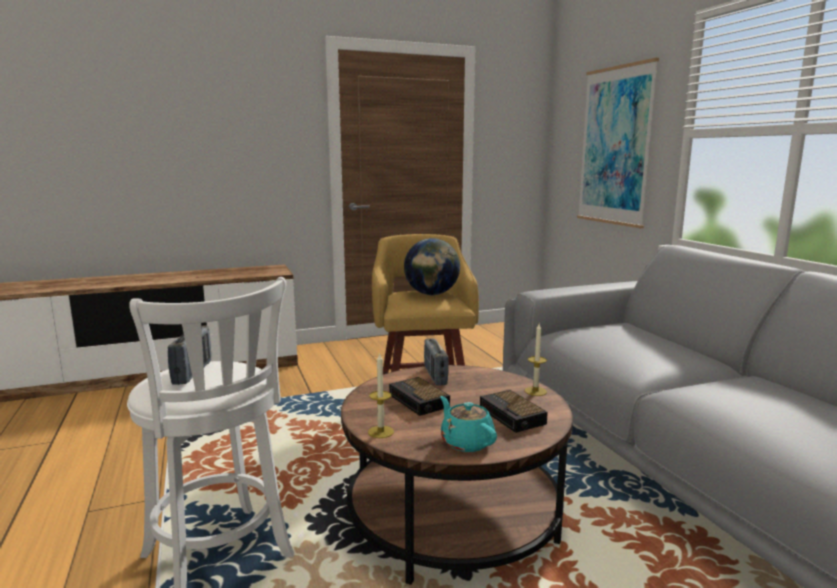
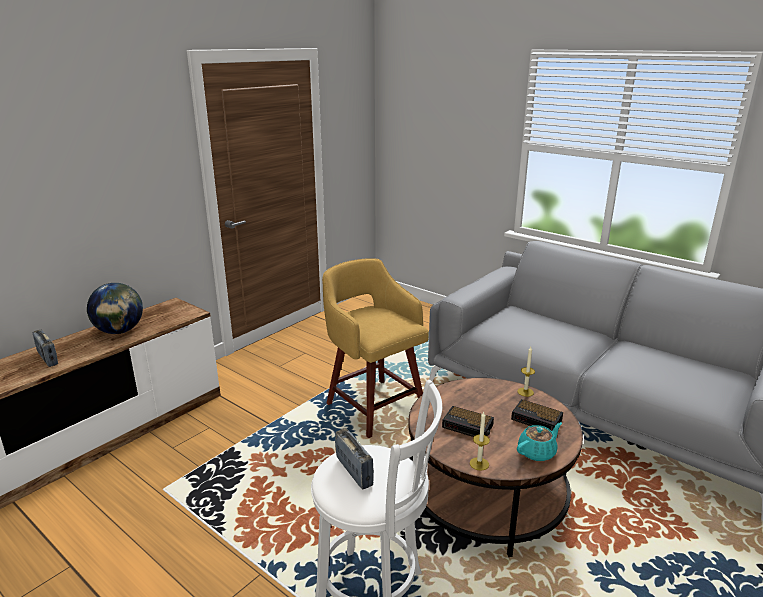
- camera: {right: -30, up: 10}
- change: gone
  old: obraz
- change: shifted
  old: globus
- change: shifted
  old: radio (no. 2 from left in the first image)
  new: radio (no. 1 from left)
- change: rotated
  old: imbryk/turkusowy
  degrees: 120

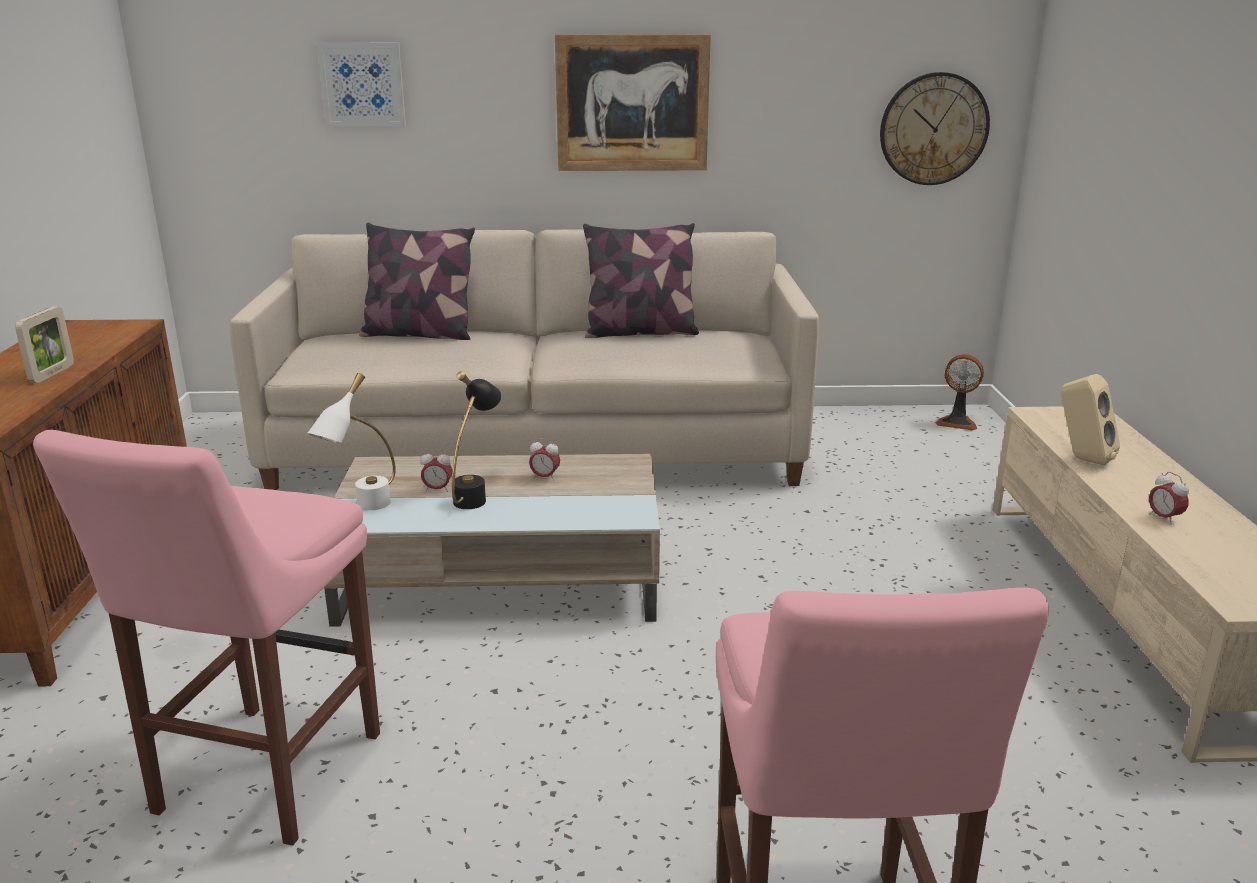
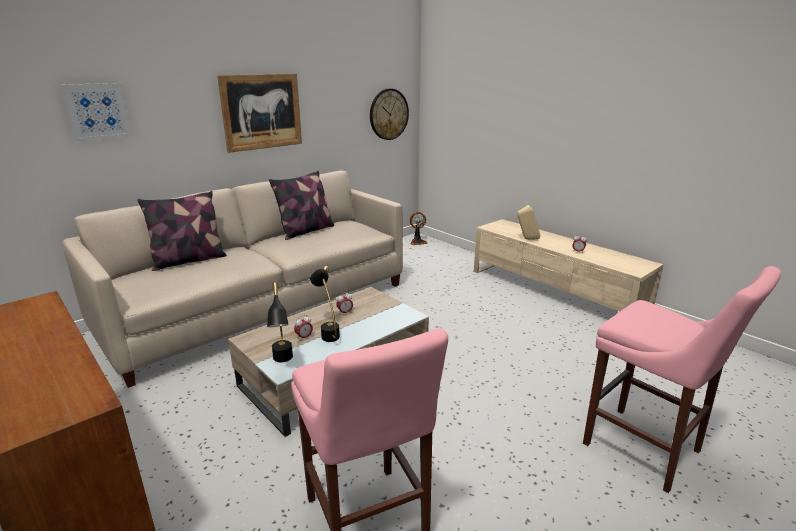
- camera: {right: -40, up: 0}
- change: gone
  old: ramka na zdjęcie
- change: repainted
  old: lampa stołowa/biały
  new: lampa stołowa/czarny (no. 1 from left)

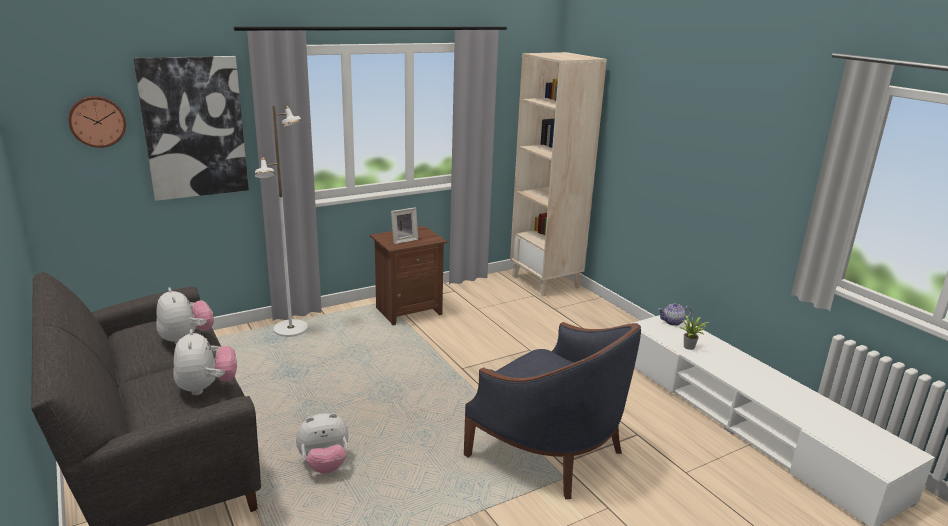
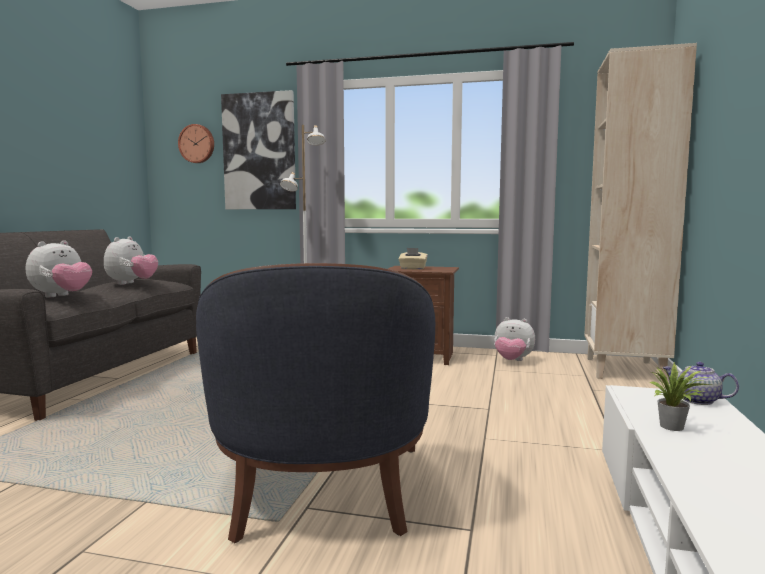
- camera: {right: 45, up: -15}
- change: swapped
  old: ramka na zdjęcie
  new: pudełko chusteczek/beżowy
- change: shifted
  old: pluszak (no. 3 from left)

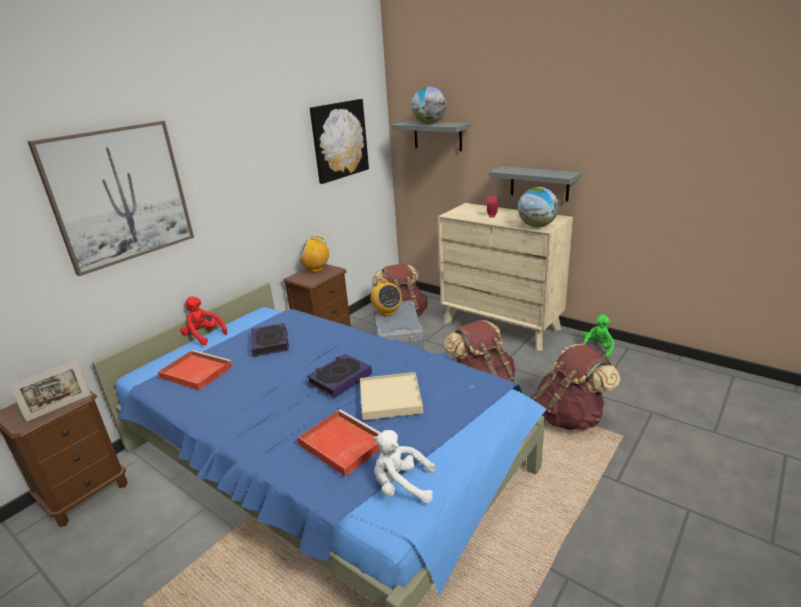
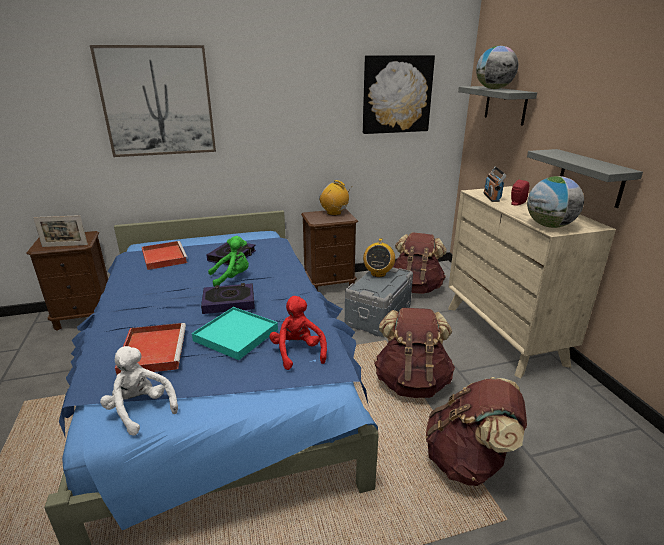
- camera: {right: 35, up: 0}
- change: shifted
  old: pluszak/czerwony
- change: shifted
  old: pluszak/zielony
- change: repainted
  old: taca/beżowy
  new: taca/turkusowy
- change: new
  new: radio (no. 3 from left)

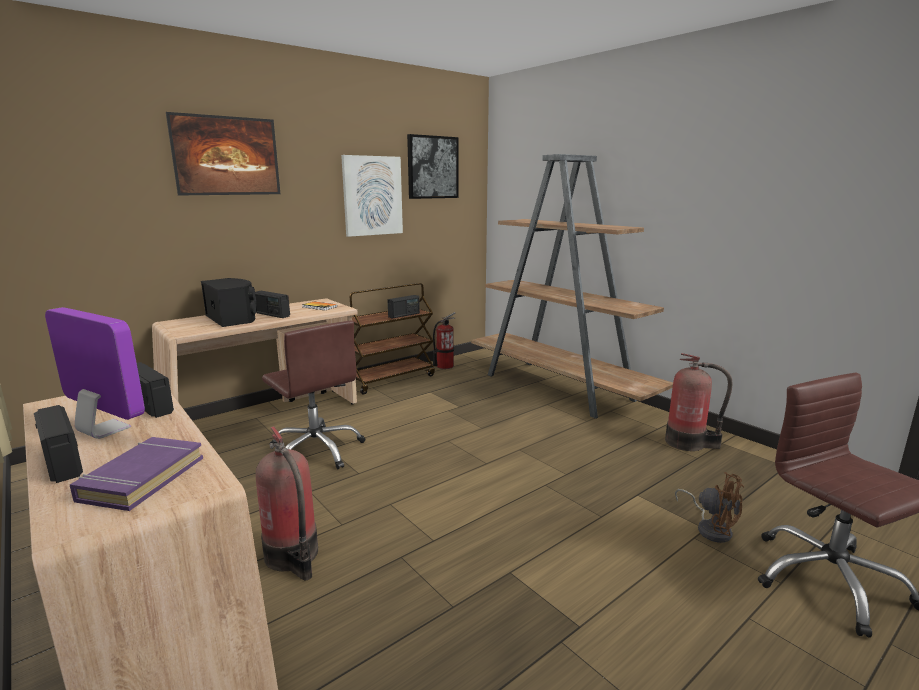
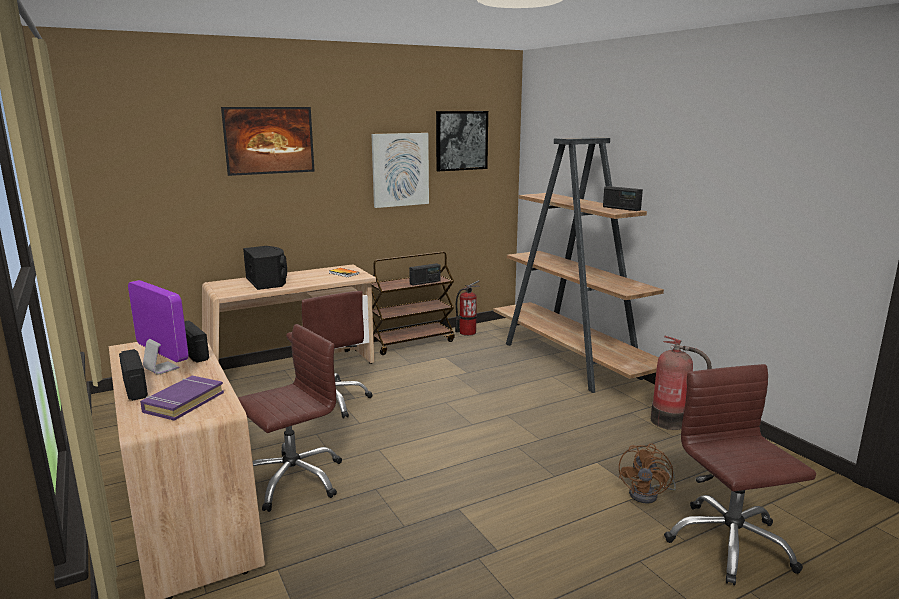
- camera: {right: 10, up: 0}
- change: shifted
  old: radio (no. 3 from left in the first image)
  new: radio (no. 4 from left)
- change: swapped
  old: gaśnica (no. 1 from left)
  new: krzesło biurowe/brązowy (no. 1 from left)
- change: rotated
  old: wentylator/brązowy
  degrees: 60

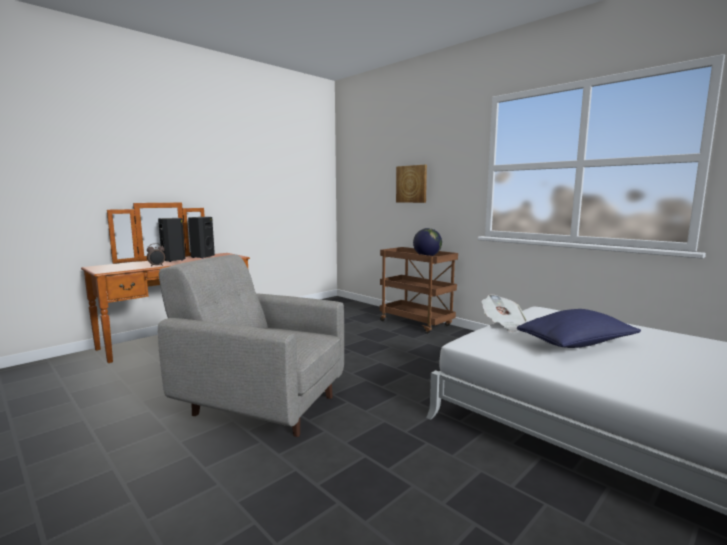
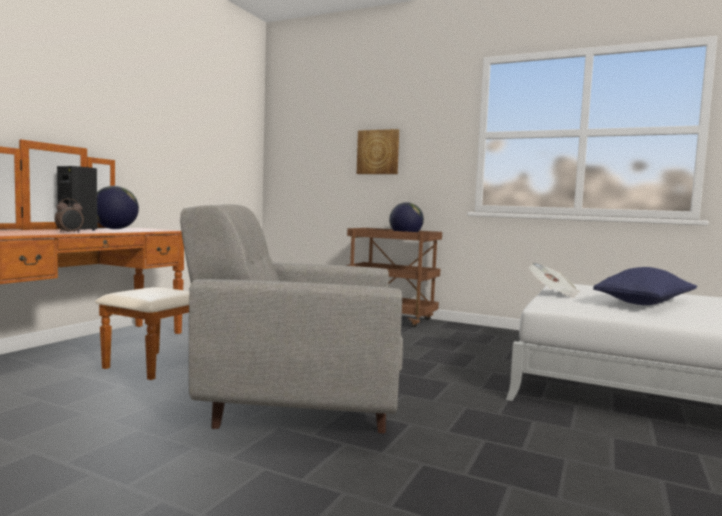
- camera: {right: -20, up: -5}
- change: swapped
  old: głośnik/czarny (no. 2 from left)
  new: globus (no. 1 from left)

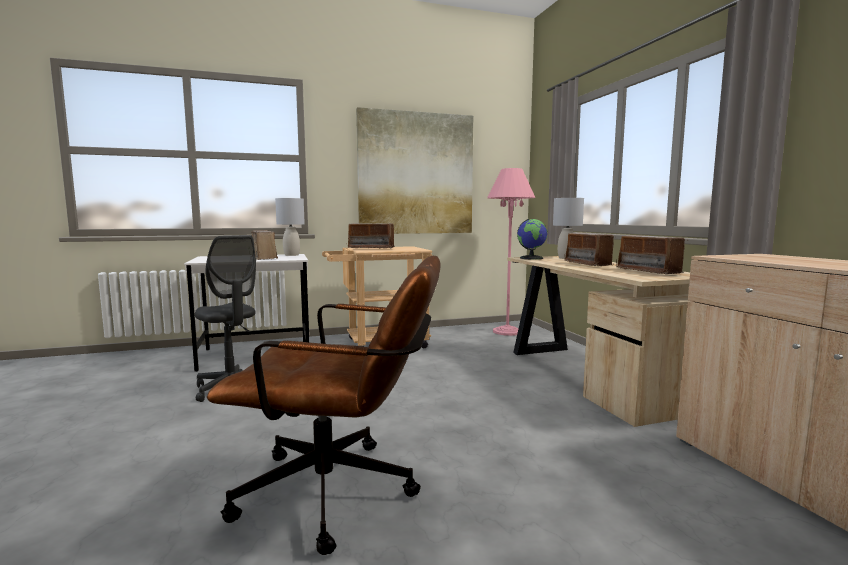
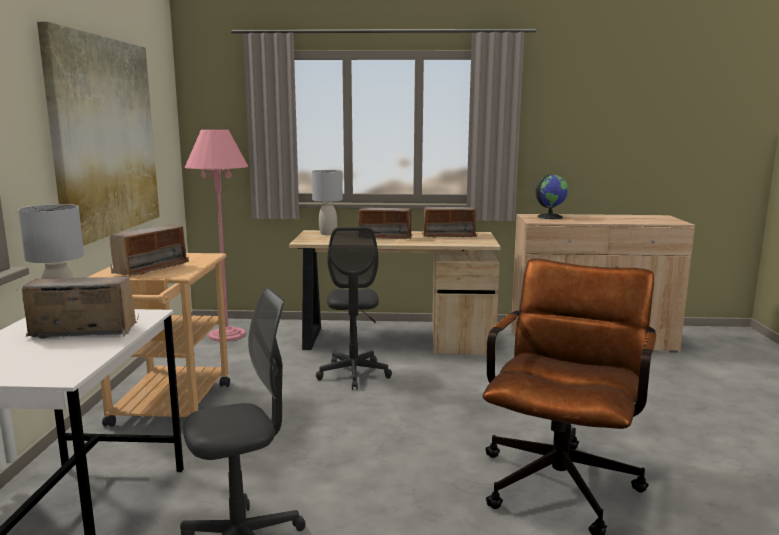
- camera: {right: -70, up: 5}
- change: shifted
  old: globus
- change: new
  new: krzesło biurowe/szary (no. 2 from left)

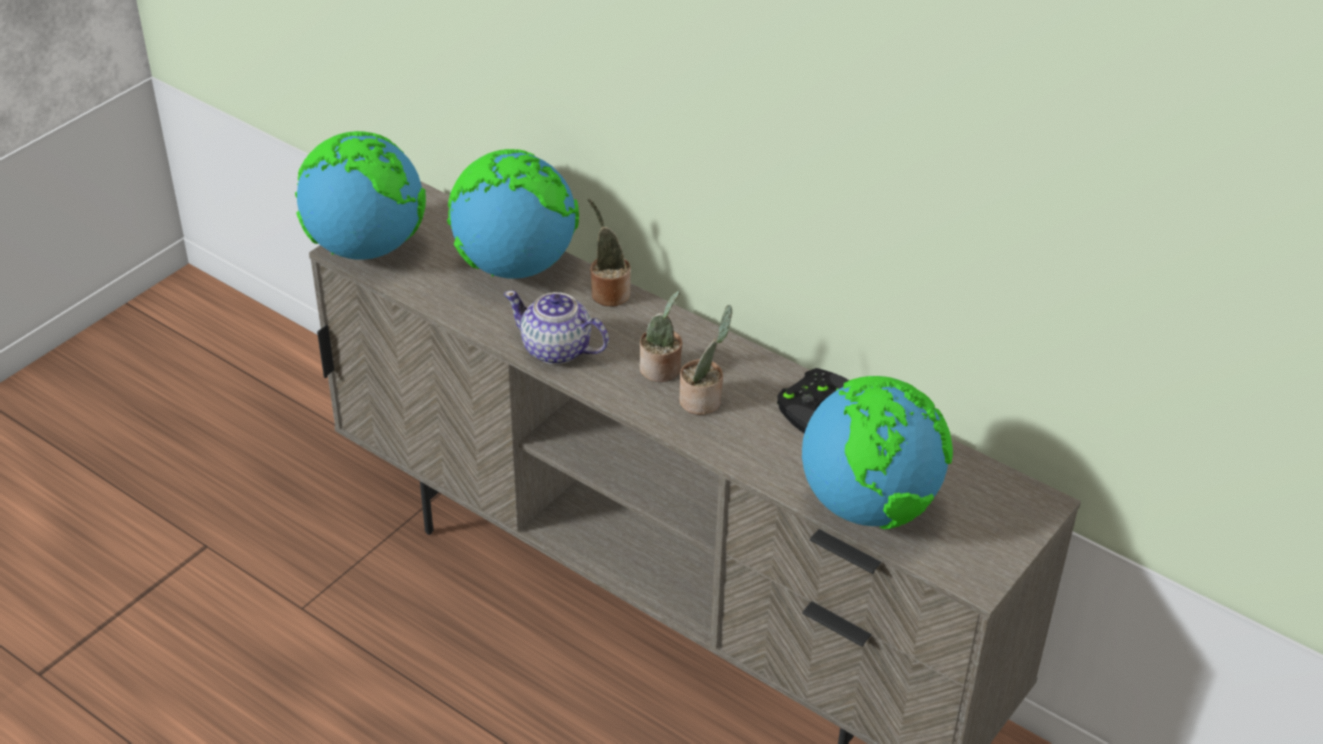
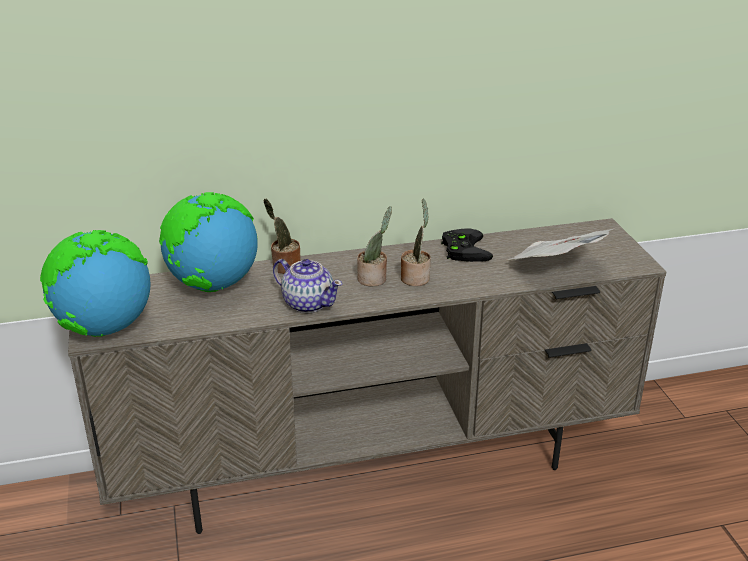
- camera: {right: -50, up: -10}
- change: rotated
  old: imbryk
  degrees: -120
- change: swapped
  old: globus (no. 3 from left)
  new: gazeta

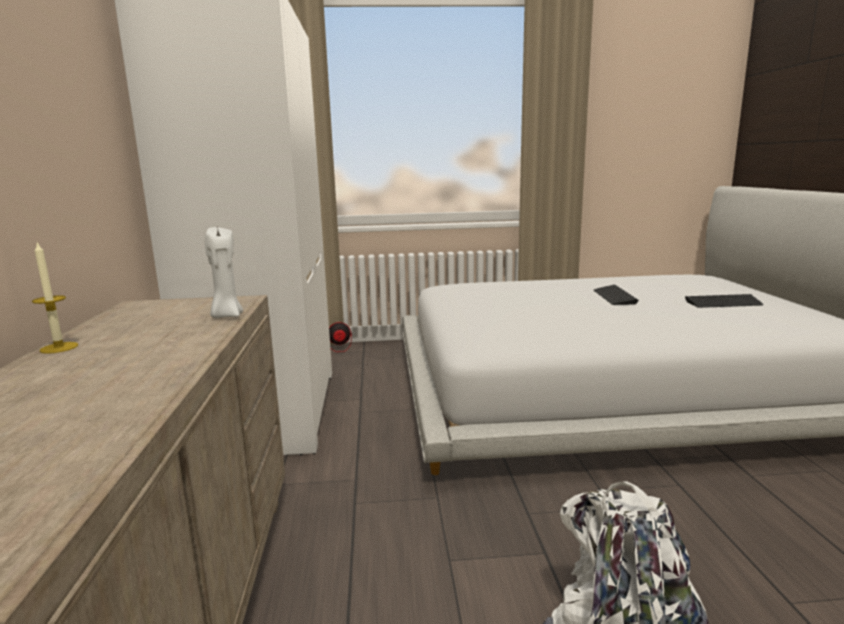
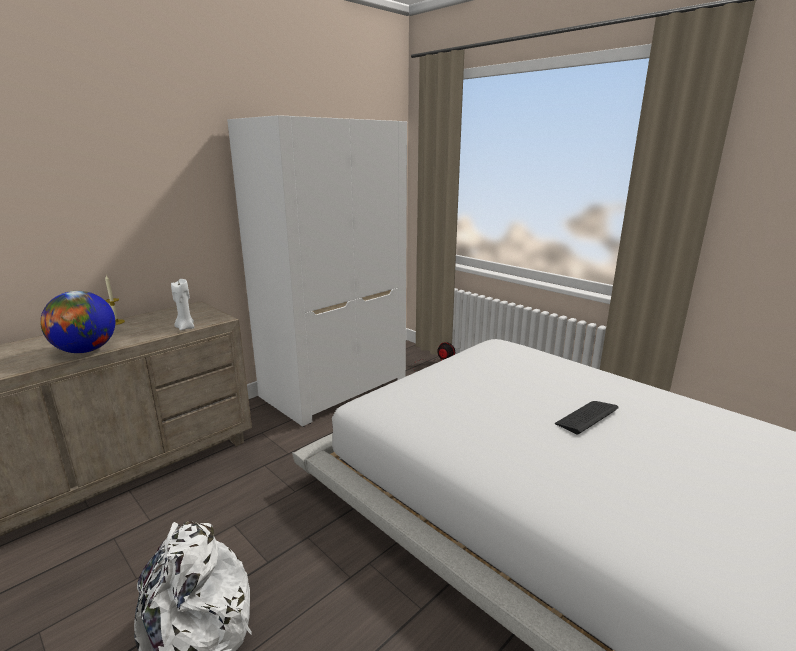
- camera: {right: 50, up: 5}
- change: gone
  old: klawiatura (no. 2 from left)
- change: new
  new: globus

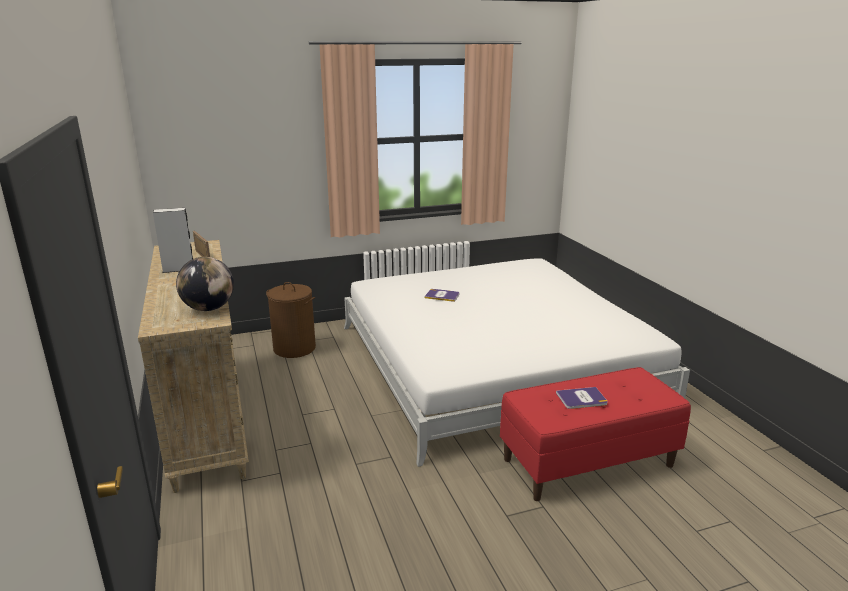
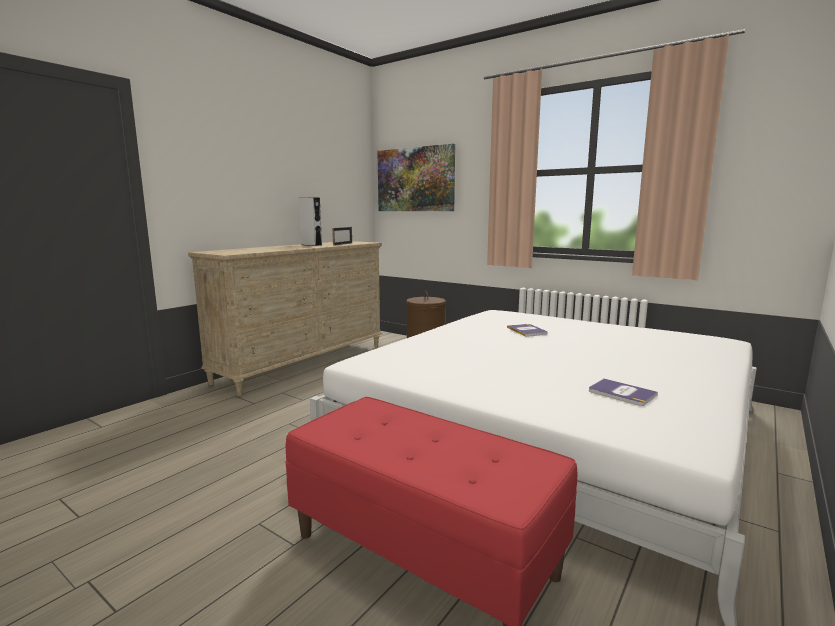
- camera: {right: 55, up: -10}
- change: gone
  old: globus
- change: shifted
  old: książka (no. 2 from left)
- change: new
  new: obraz

